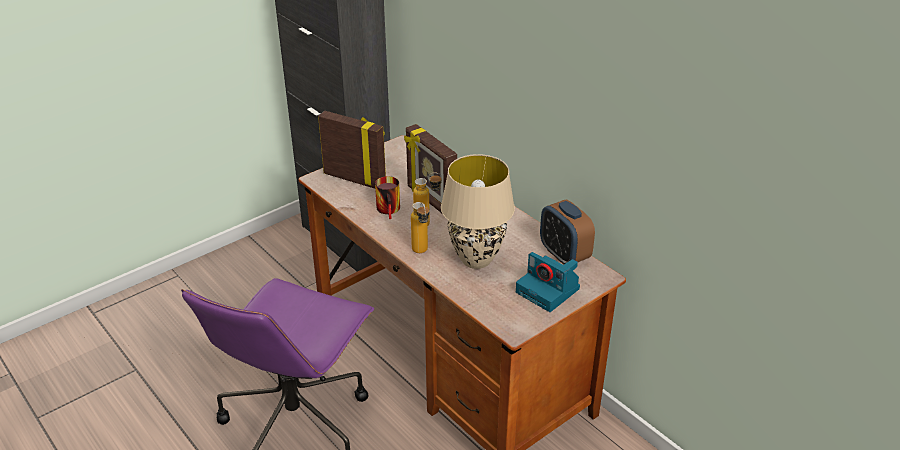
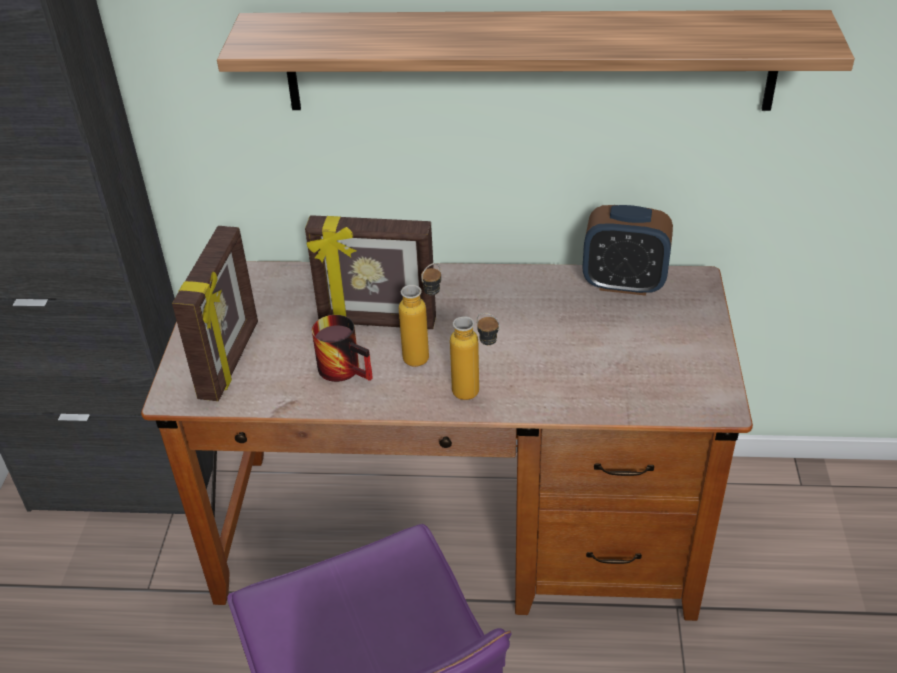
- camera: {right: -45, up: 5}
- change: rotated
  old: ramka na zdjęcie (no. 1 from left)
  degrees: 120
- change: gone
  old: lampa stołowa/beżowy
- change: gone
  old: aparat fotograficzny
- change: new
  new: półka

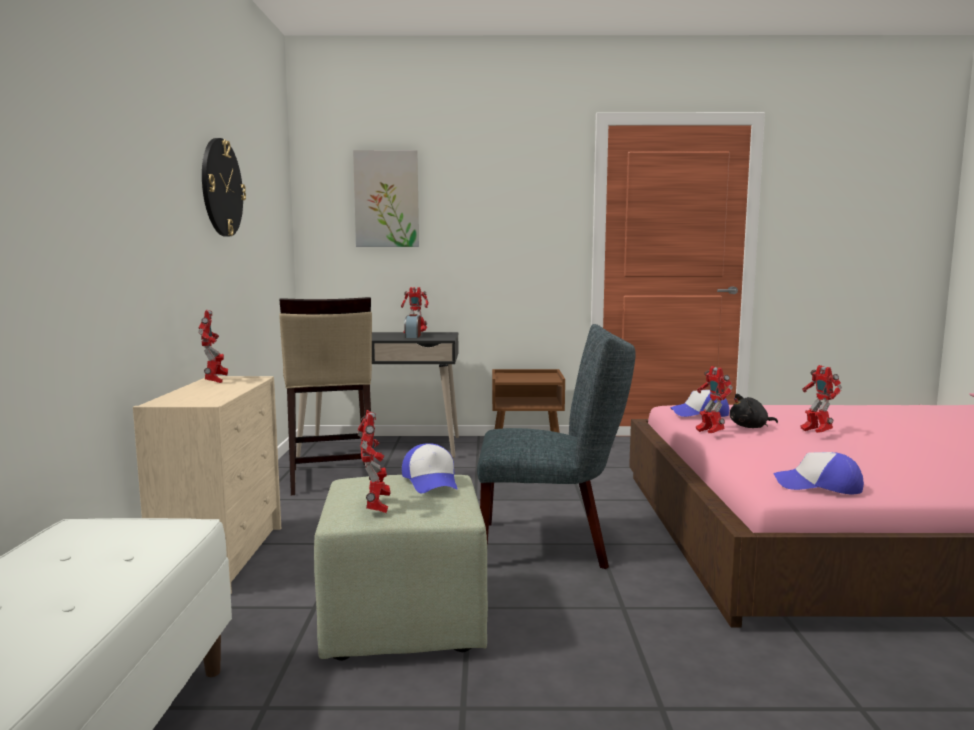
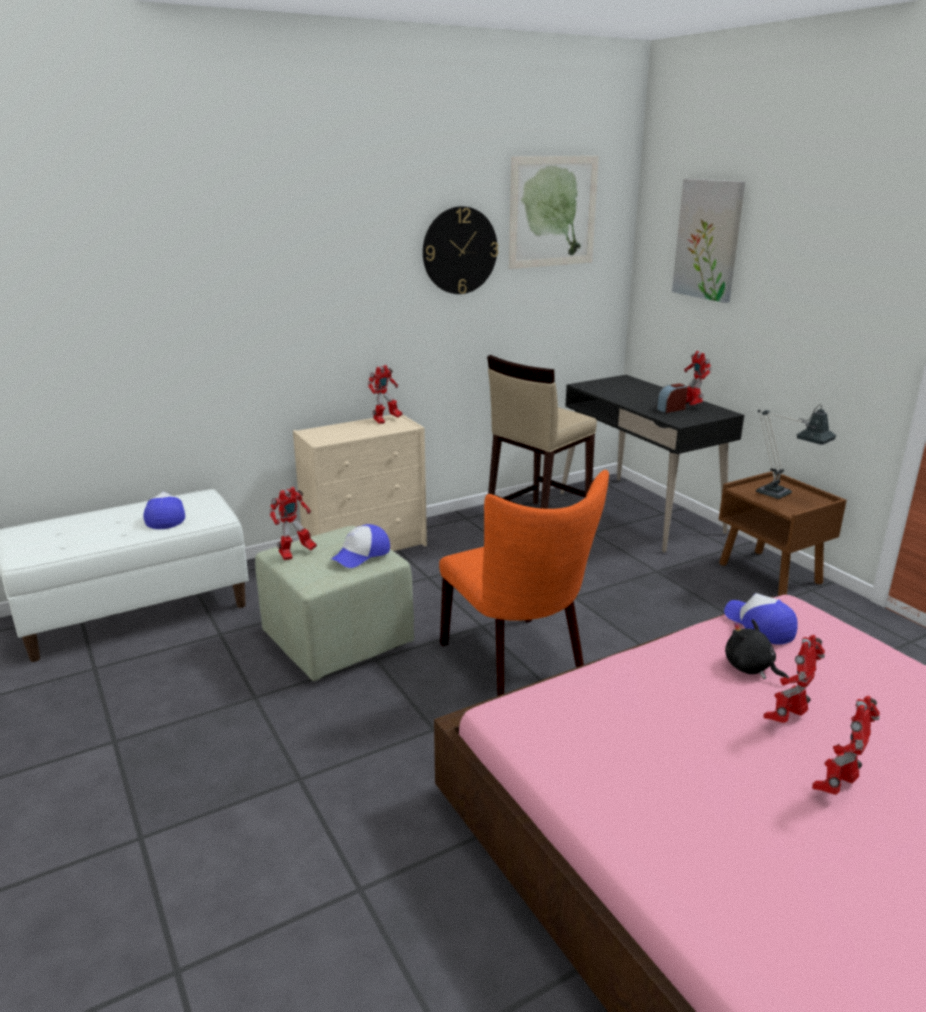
- camera: {right: 60, up: 15}
- change: repainted
  old: krzesło/szary
  new: krzesło/pomarańczowy
- change: shifted
  old: robot zabawkowy (no. 4 from left in the first image)
  new: robot zabawkowy (no. 5 from left)
- change: shifted
  old: czapka z daszkiem (no. 3 from left in the first image)
  new: czapka z daszkiem (no. 1 from left)
- change: new
  new: obraz (no. 1 from left)
- change: new
  new: lampa stołowa

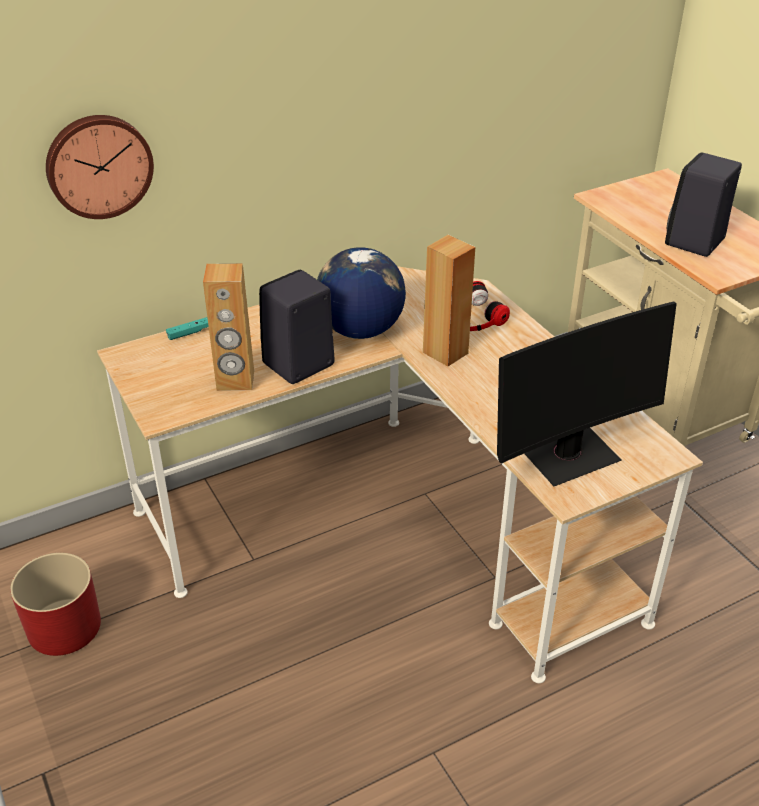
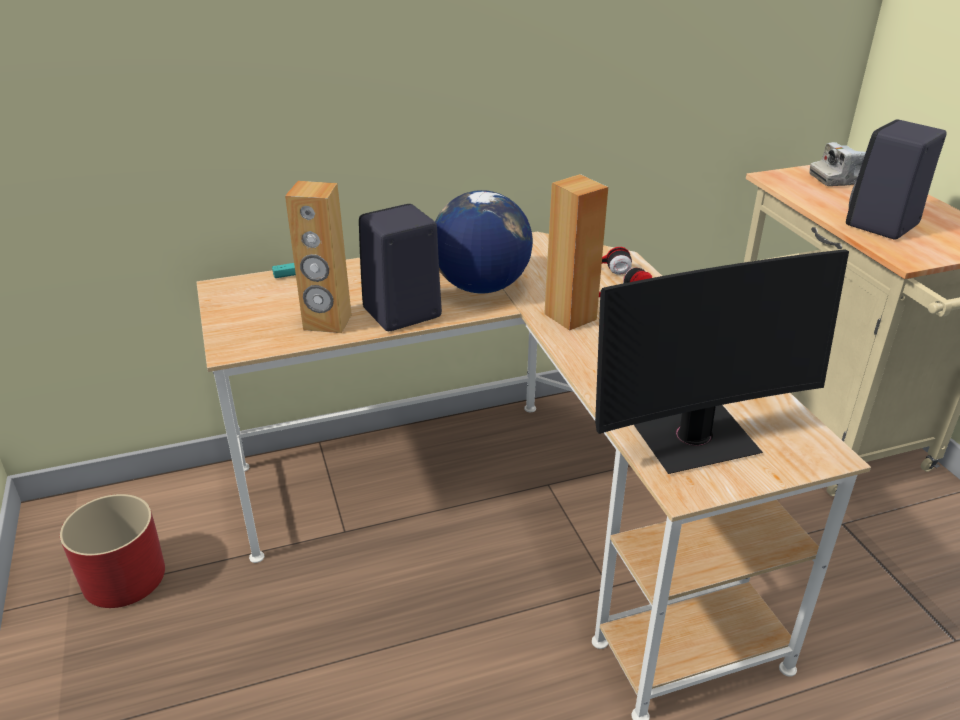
- camera: {right: 10, up: -5}
- change: gone
  old: zegar ścienny
- change: new
  new: aparat fotograficzny

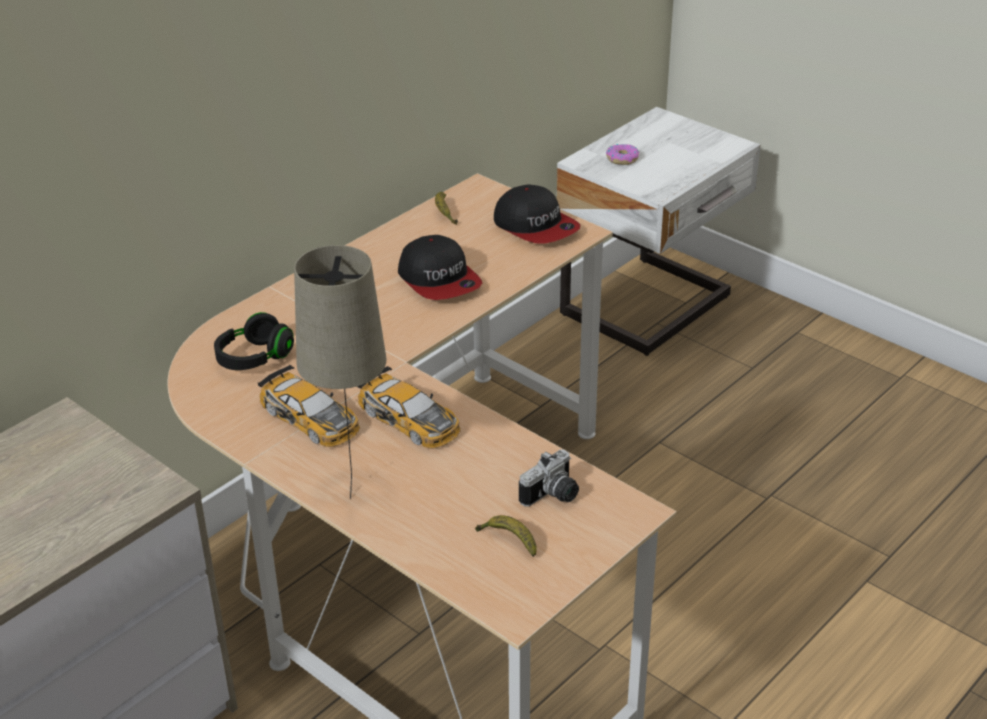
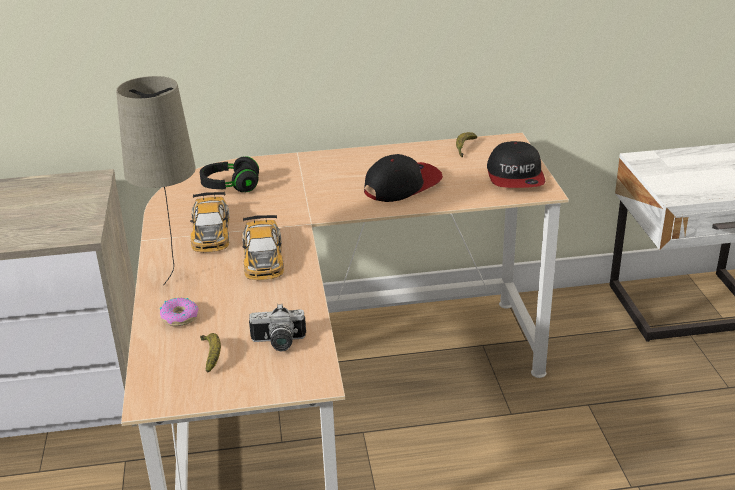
- camera: {right: 40, up: -5}
- change: shifted
  old: donut
- change: rotated
  old: czapka z daszkiem (no. 1 from left)
  degrees: -135

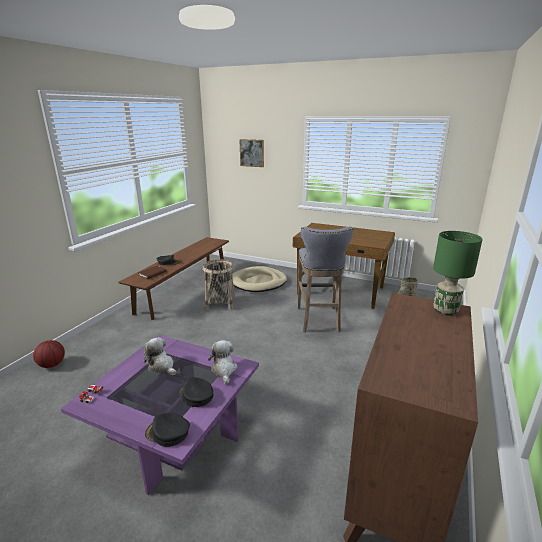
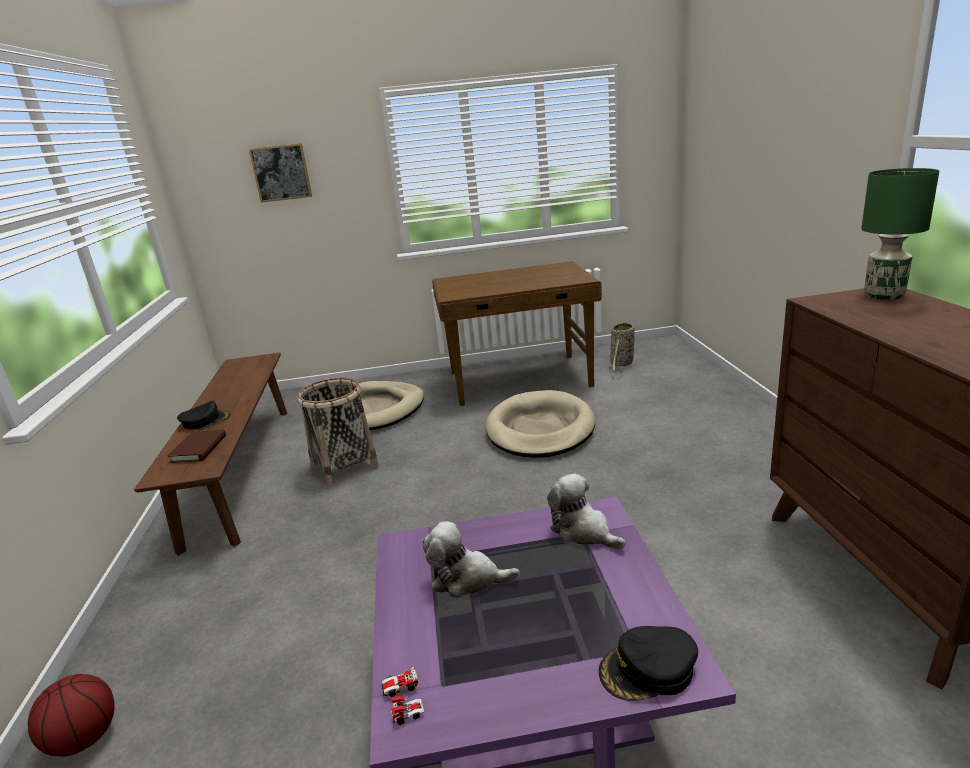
- camera: {right: -30, up: 0}
- change: swapped
  old: stołek/szary
  new: legowisko/beżowy (no. 2 from left)
- change: gone
  old: czapka z daszkiem/czarny (no. 3 from left)

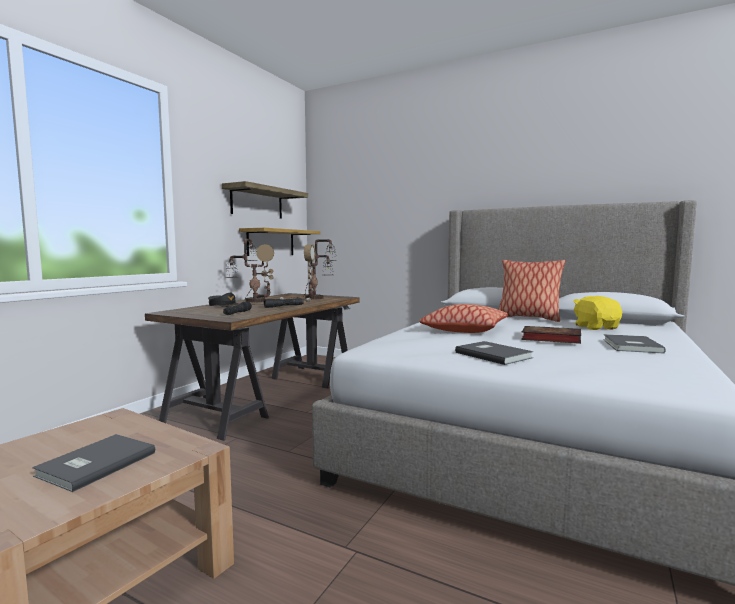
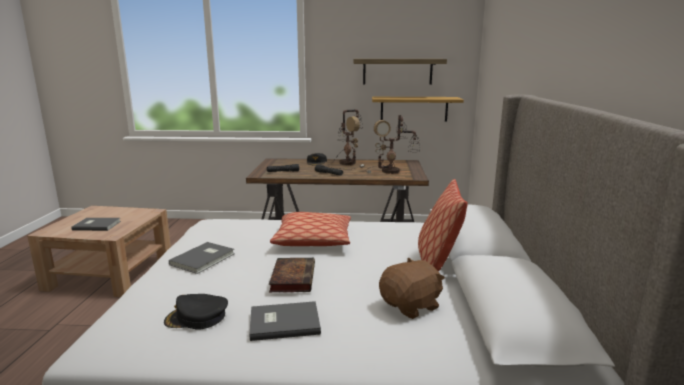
- camera: {right: 65, up: 10}
- change: repainted
  old: pluszak/żółty
  new: pluszak/brązowy
- change: new
  new: czapka z daszkiem/czarny (no. 1 from left)

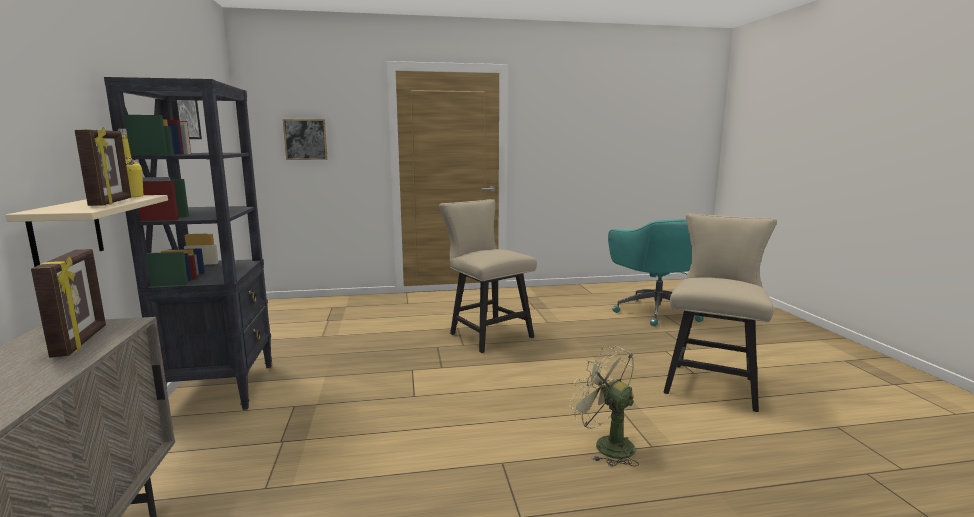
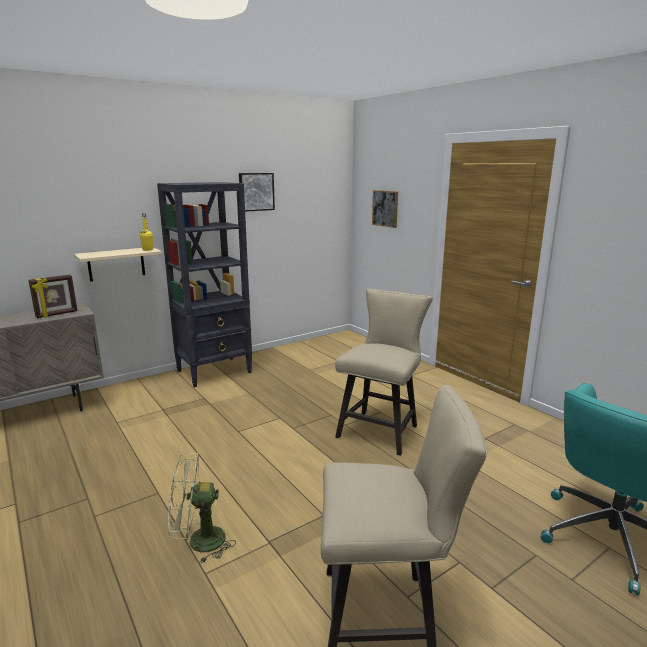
- camera: {right: 65, up: 5}
- change: gone
  old: ramka na zdjęcie (no. 2 from left)
- change: rotated
  old: wentylator/zielony
  degrees: -120

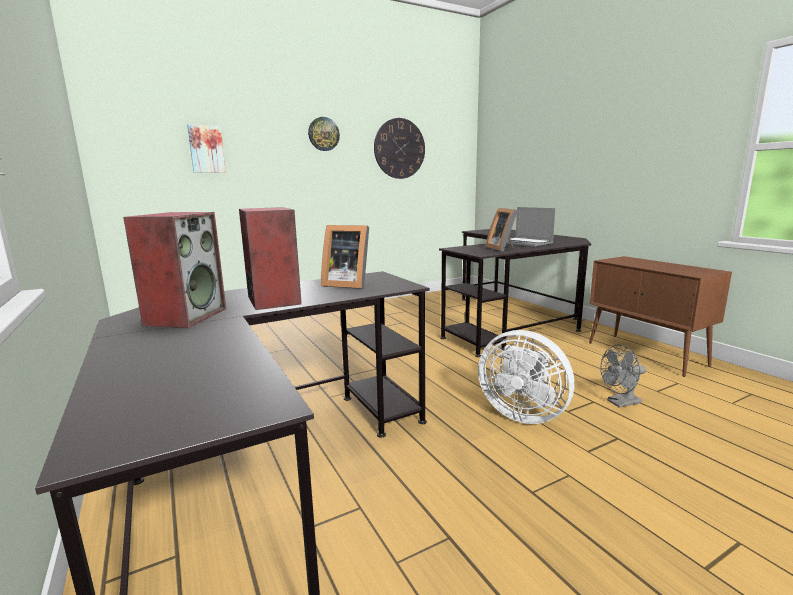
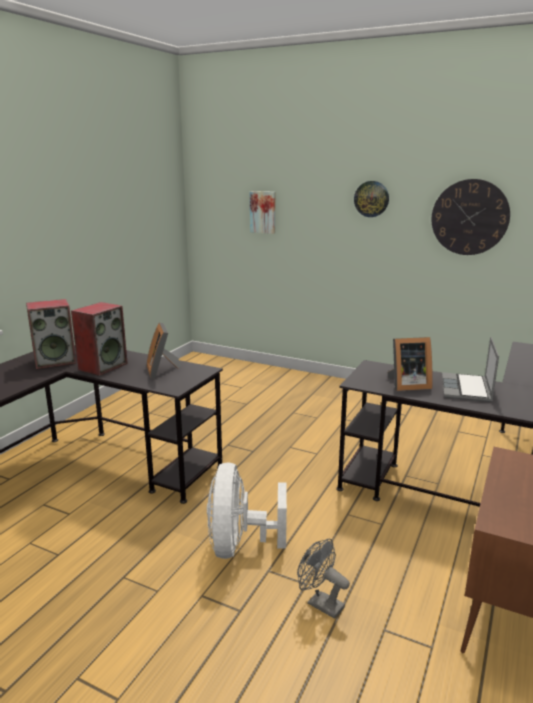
- camera: {right: 55, up: 5}
- change: rotated
  old: ramka na zdjęcie (no. 2 from left)
  degrees: -135

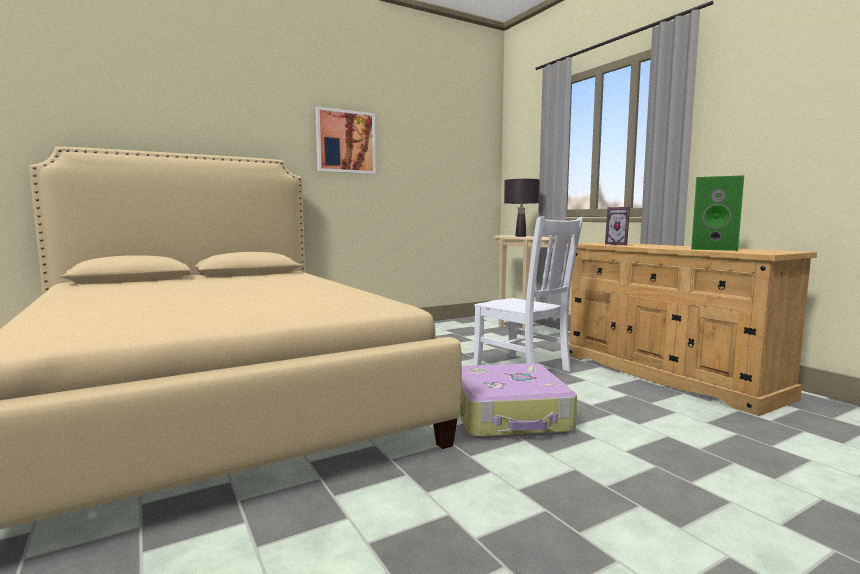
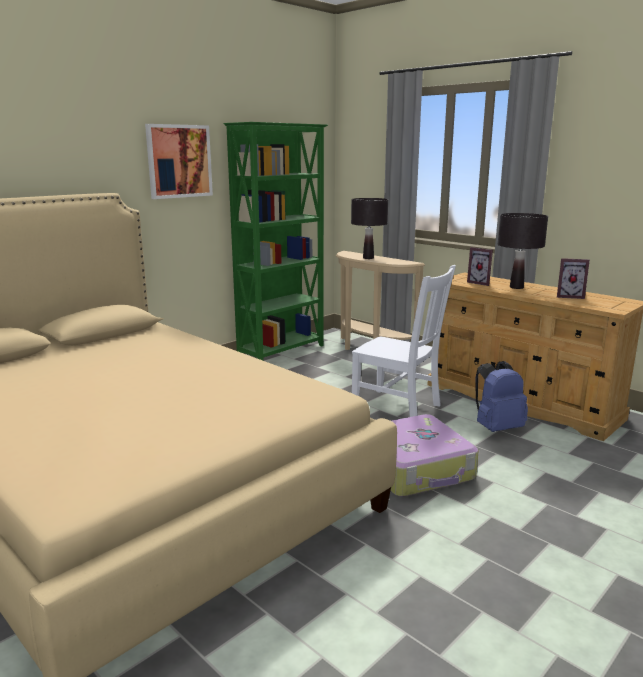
- camera: {right: -15, up: 10}
- change: swapped
  old: głośnik/zielony
  new: ramka na zdjęcie (no. 2 from left)
- change: new
  new: regał/zielony
- change: new
  new: lampa stołowa/czarny (no. 2 from left)
- change: new
  new: plecak/niebieski

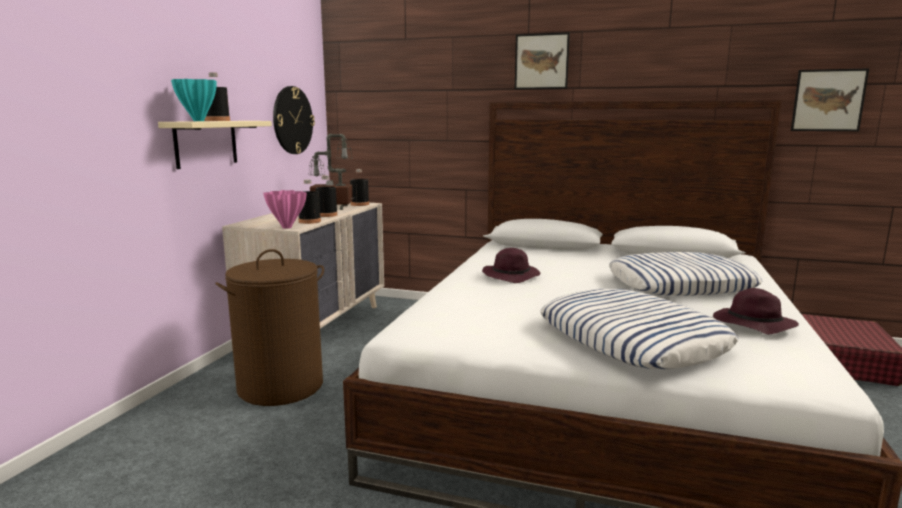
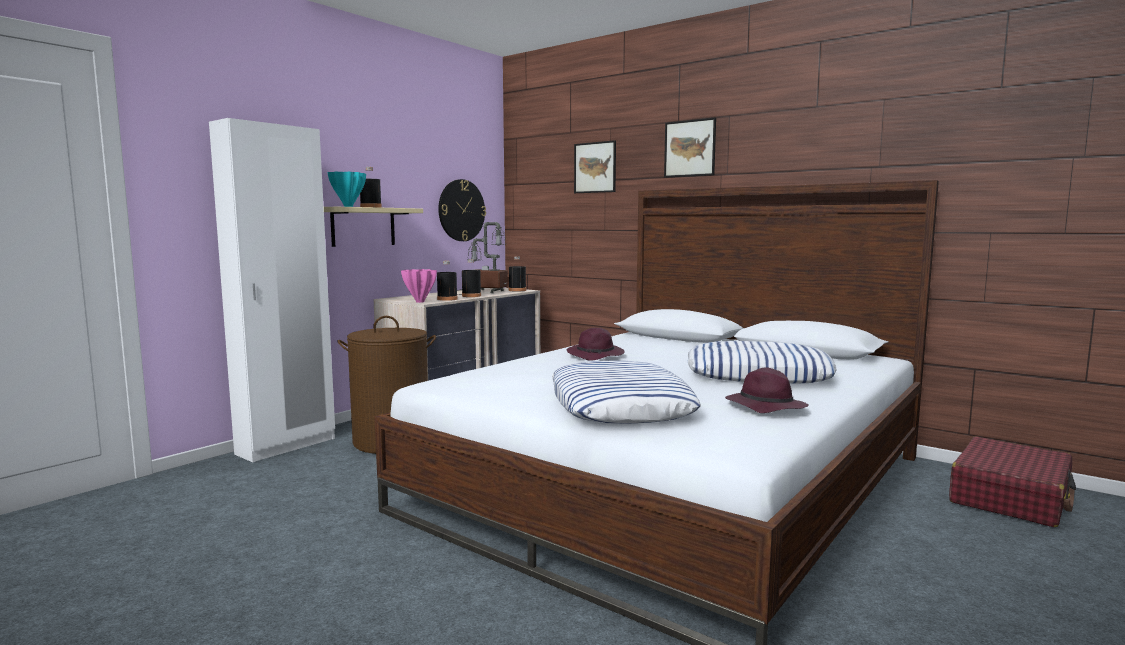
- camera: {right: 20, up: -5}
- change: shifted
  old: obraz (no. 2 from left in the first image)
  new: obraz (no. 1 from left)
- change: new
  new: szafa/biały

